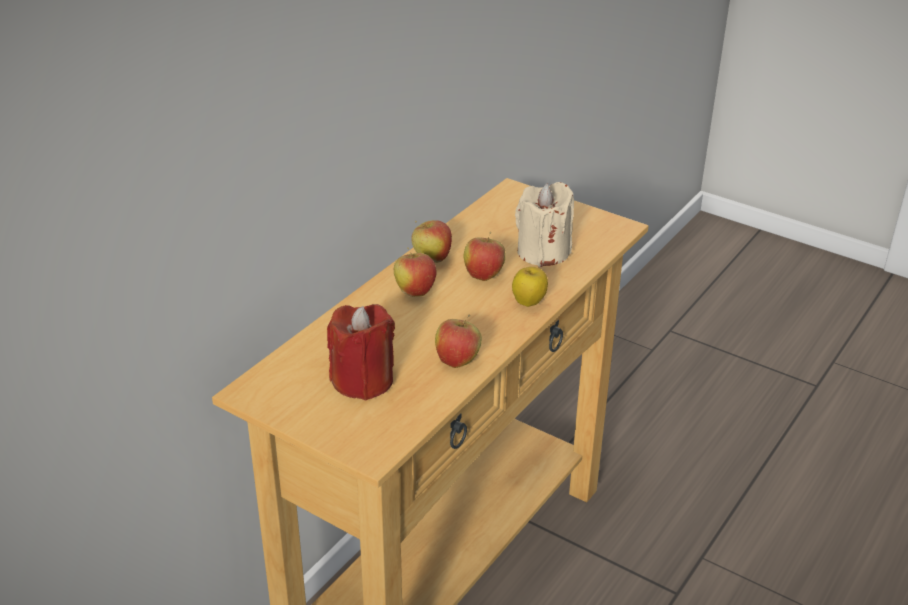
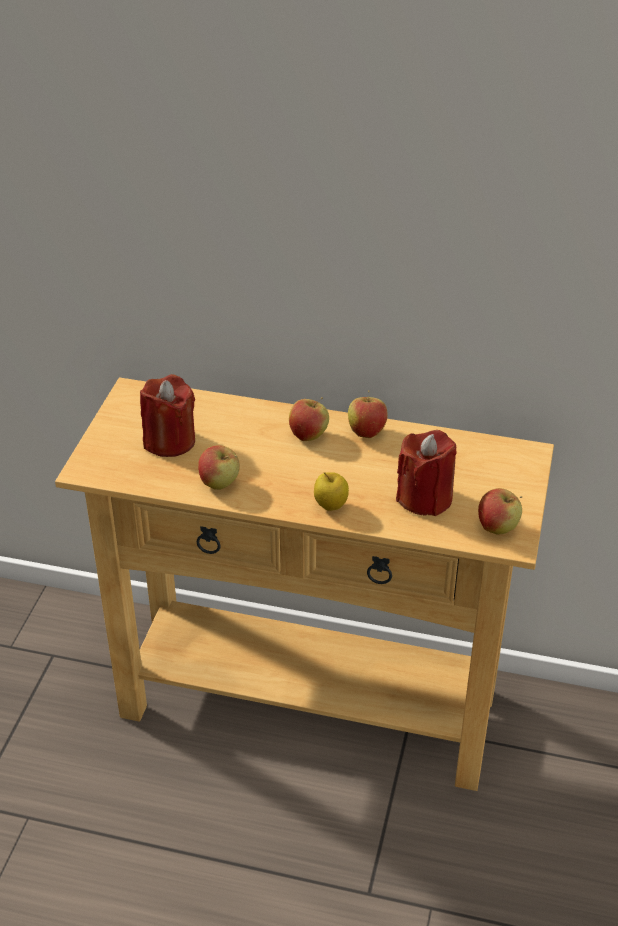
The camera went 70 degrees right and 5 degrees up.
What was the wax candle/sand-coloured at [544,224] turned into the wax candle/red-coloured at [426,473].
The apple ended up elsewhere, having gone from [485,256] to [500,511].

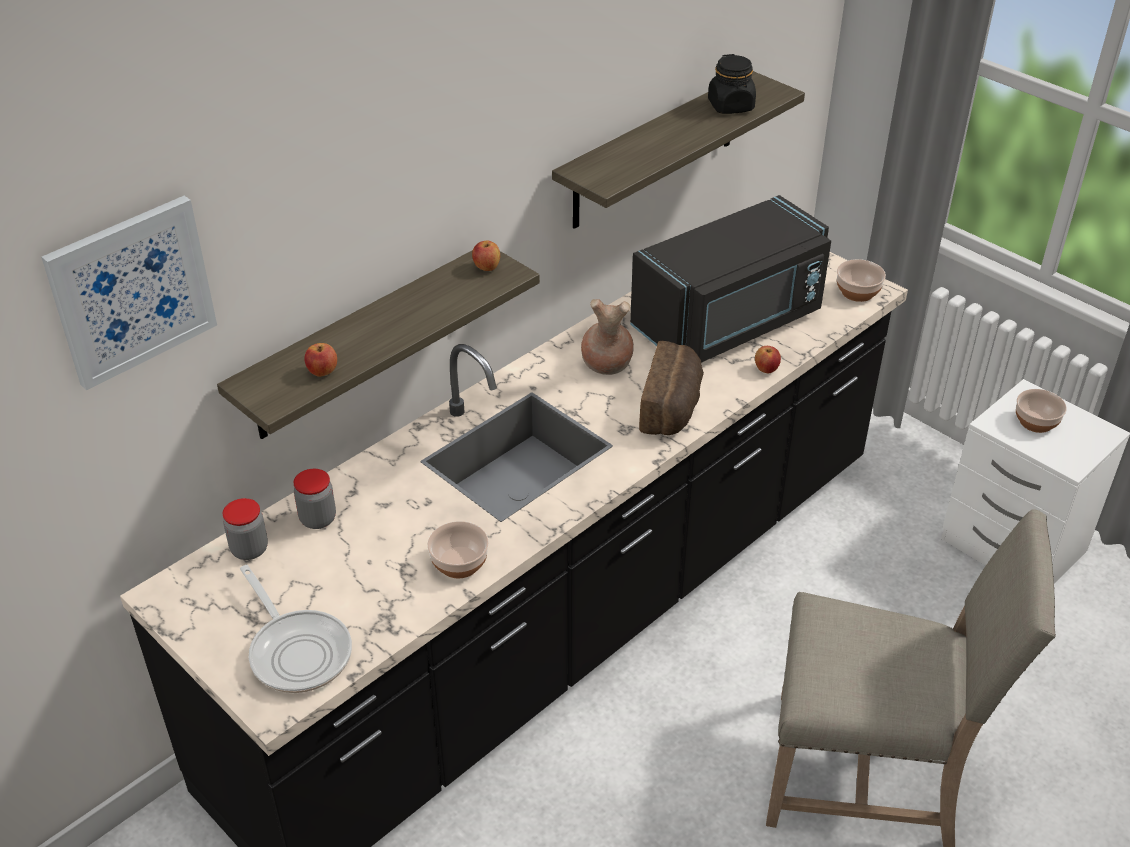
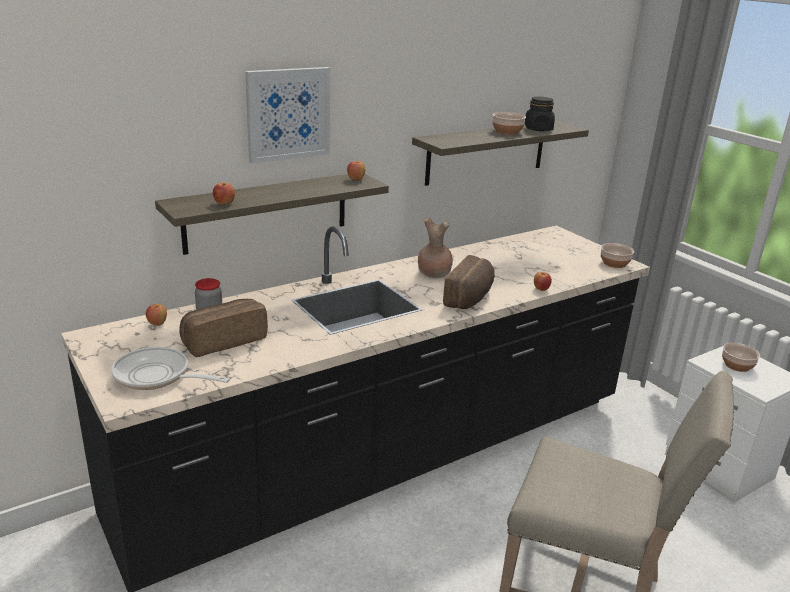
The camera went 10 degrees right and 15 degrees down.
The second view lost the microwave/black-coloured at [730,279].
The wall picture ended up elsewhere, having gone from [129,293] to [287,115].
Where the preserve jar stood at [245,529], the apple came to stand at [156,315].
The bowl ended up elsewhere, having gone from [458,549] to [509,123].
The pan at [296,629] ended up facing another way, 135 degrees clockwise from before.
The second view gained the baked bread at [224,328].

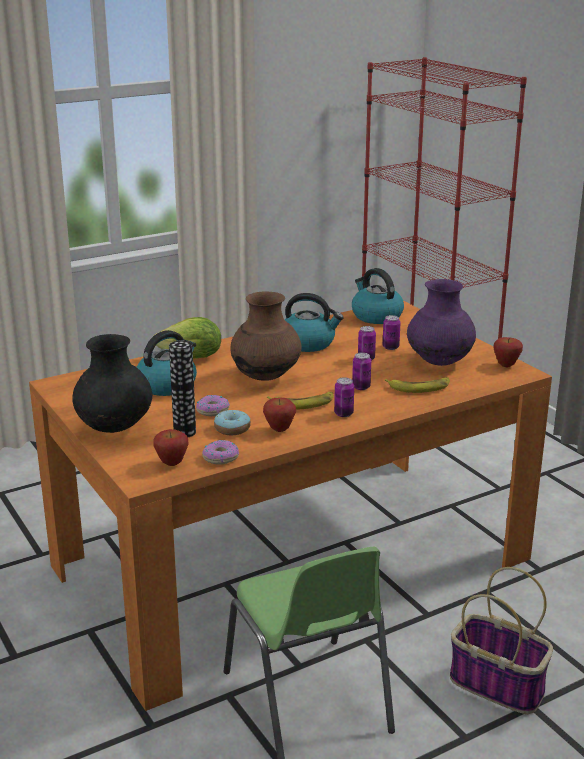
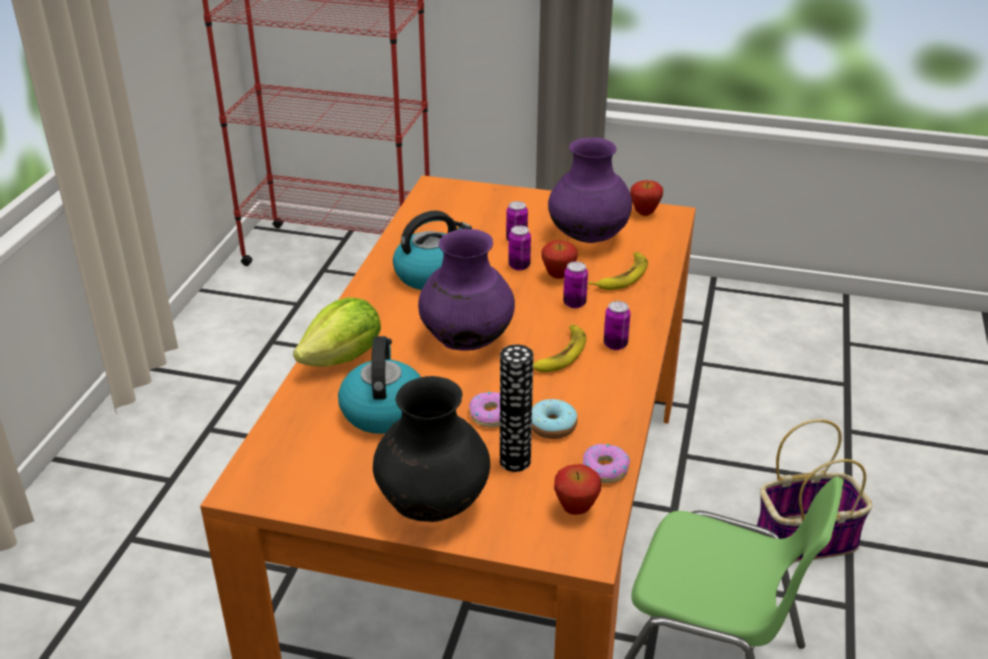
The camera went 45 degrees left and 10 degrees up.
The second view lost the water kettle at [378,296].
What was the vase/brown at [266,336] turned into the vase/purple-coloured at [466,290].
The apple ended up elsewhere, having gone from [279,415] to [559,259].

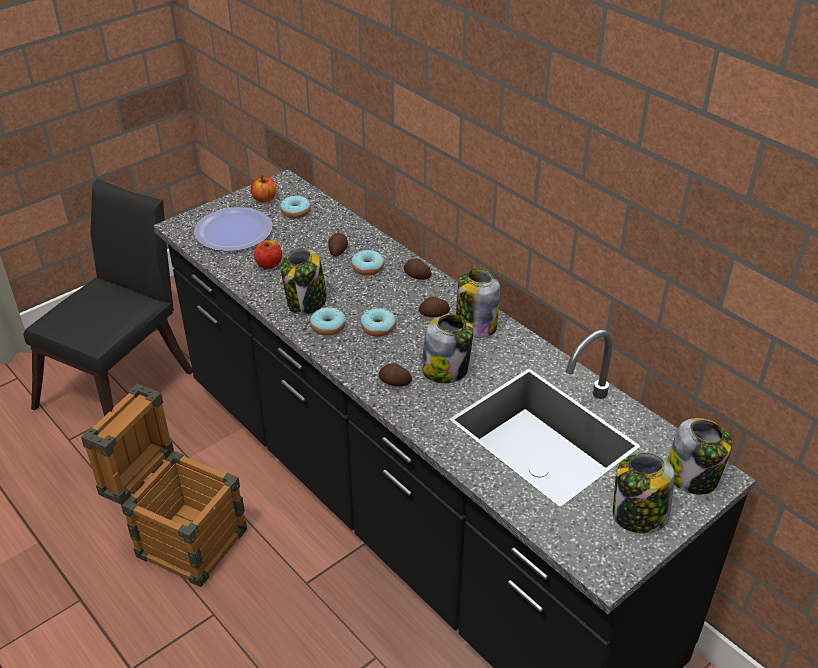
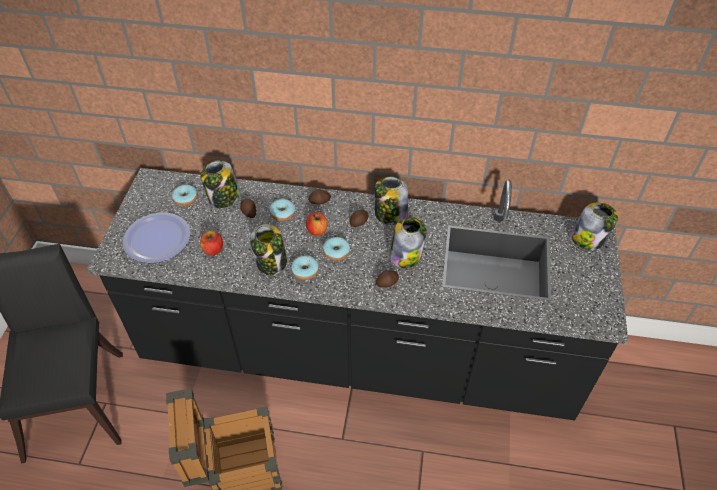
The camera went 40 degrees left and 10 degrees up.
The apple ended up elsewhere, having gone from [263,189] to [317,224].
The preserve jar ended up elsewhere, having gone from [644,493] to [220,184].

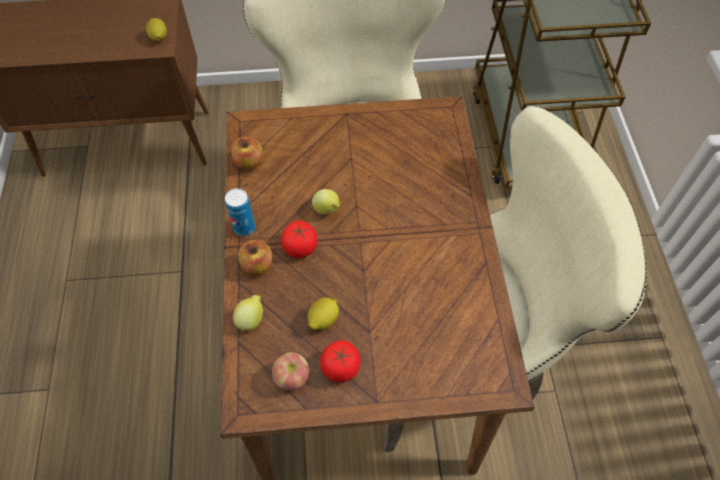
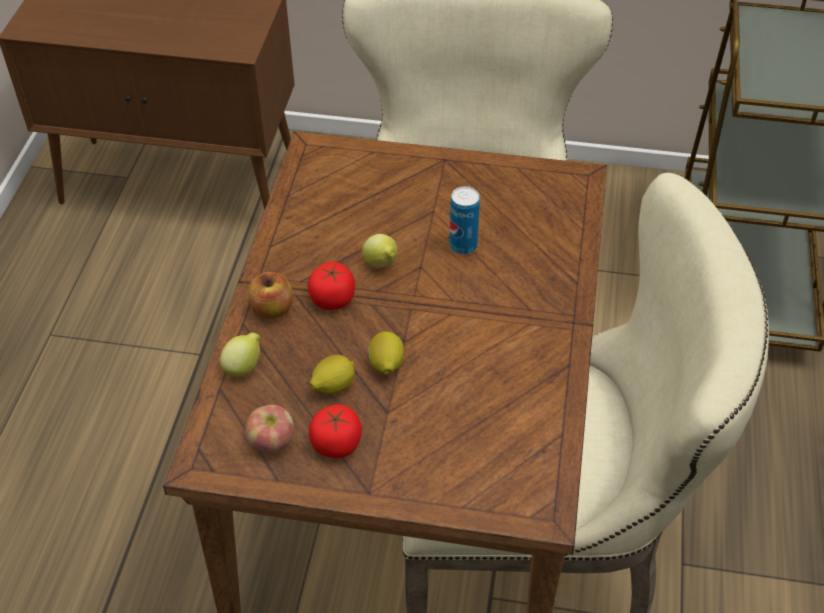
The camera went 15 degrees right and 10 degrees down.
The lemon ended up elsewhere, having gone from [156,29] to [386,353].
The second view lost the apple at [247,153].
The metal can ended up elsewhere, having gone from [240,212] to [464,220].

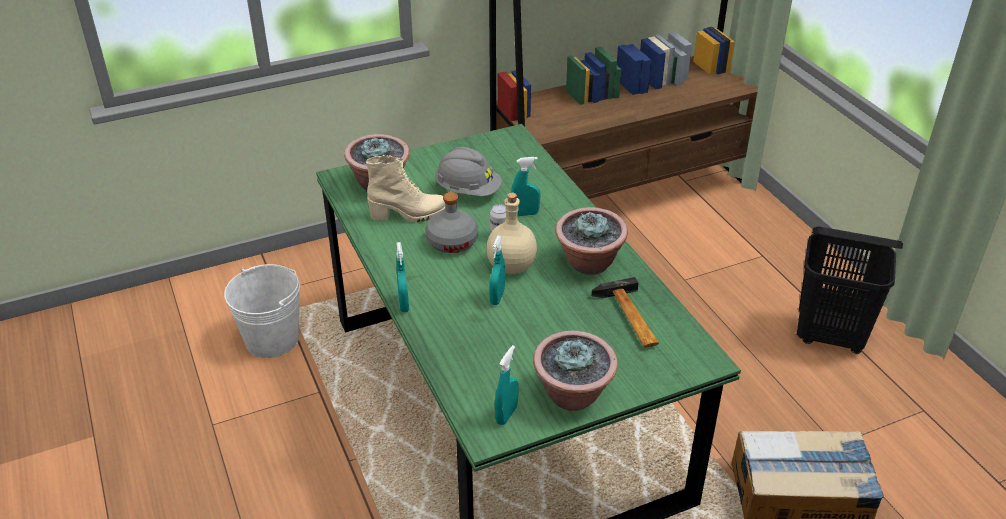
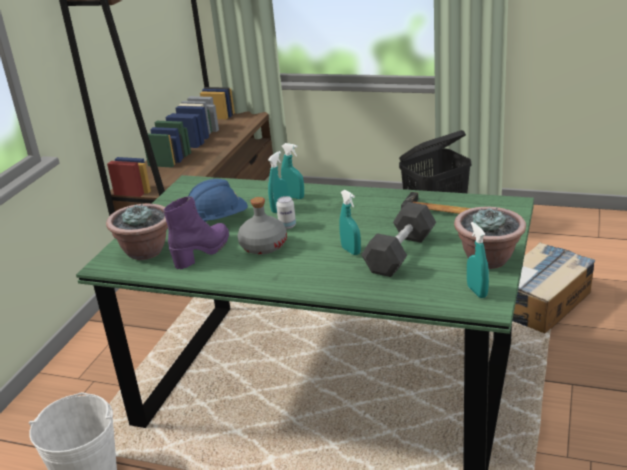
The camera went 45 degrees left and 10 degrees down.
What was the hard hat/greyish at [468,171] turned into the hard hat/blue-coloured at [218,200].
What was the boot/sand-coloured at [405,188] turned into the boot/purple-coloured at [196,232].
The second view lost the bottle/sand-coloured at [511,233].
The second view lost the potted plant at [592,241].
The sprayer/turquoise-coloured ended up elsewhere, having gone from [402,277] to [292,171].
The second view gained the free weight/black-coloured at [399,239].

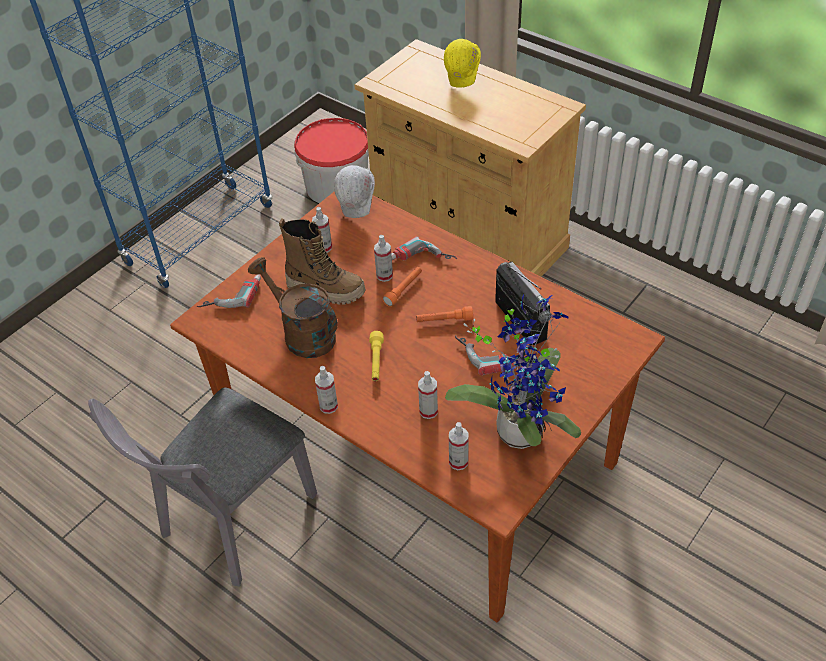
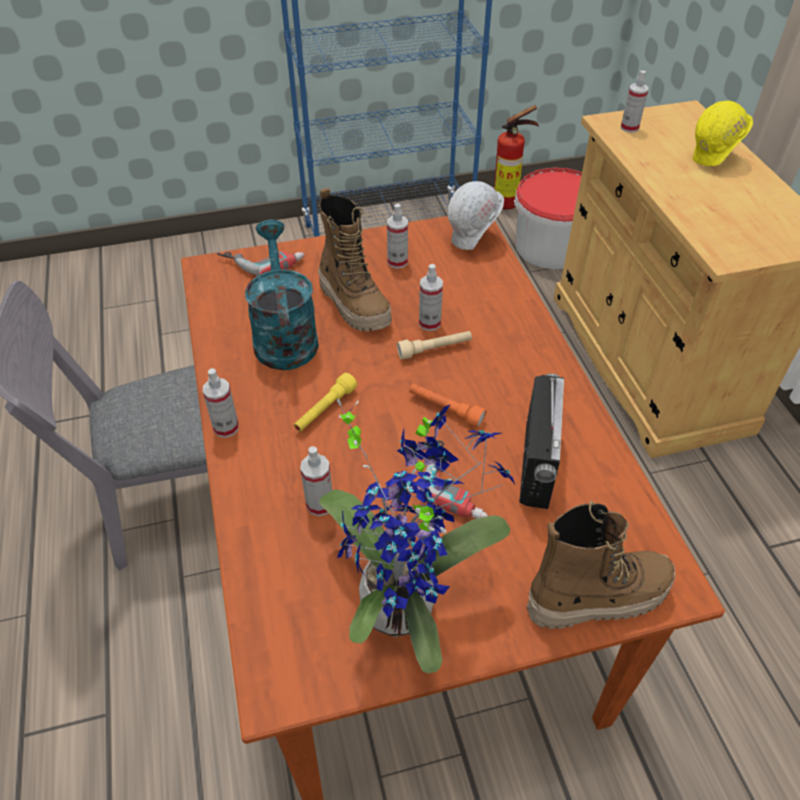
The camera went 35 degrees right and 0 degrees up.
The second view lost the drill at [424,248].
What was the watering pot/brown at [293,307] turned into the watering pot/turquoise-coloured at [282,295].
What was the hand torch/orange-coloured at [402,287] turned into the hand torch/sand-coloured at [434,345].
The sprayer ended up elsewhere, having gone from [459,446] to [635,102].
The second view gained the fire extinguisher at [516,157].
The second view gained the boot at [601,565].

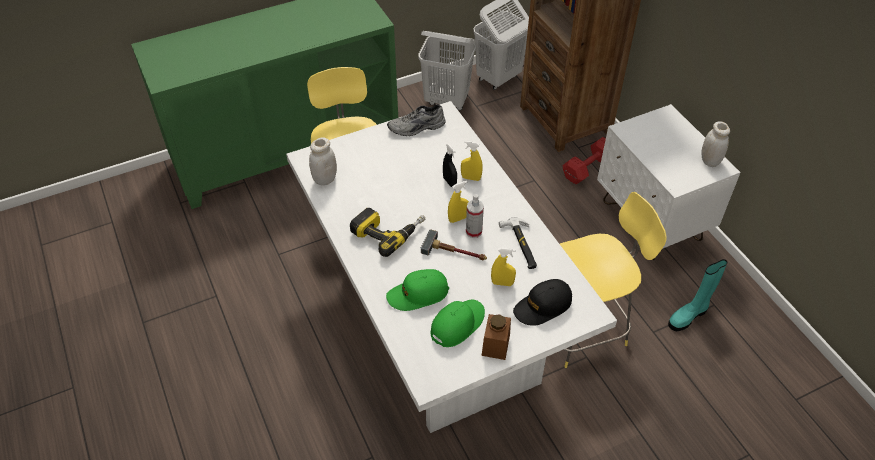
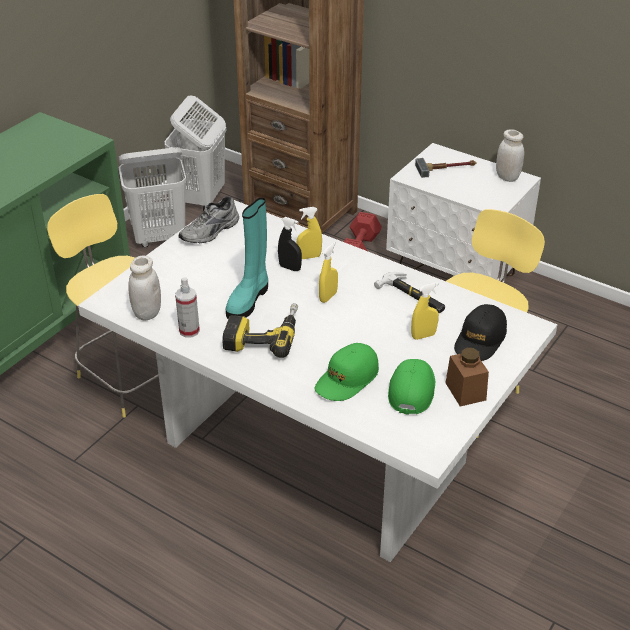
The camera went 30 degrees left and 10 degrees down.
The sprayer ended up elsewhere, having gone from [475,216] to [187,307].
The hammer ended up elsewhere, having gone from [454,245] to [446,168].
The boot/turquoise-coloured ended up elsewhere, having gone from [698,295] to [247,258].

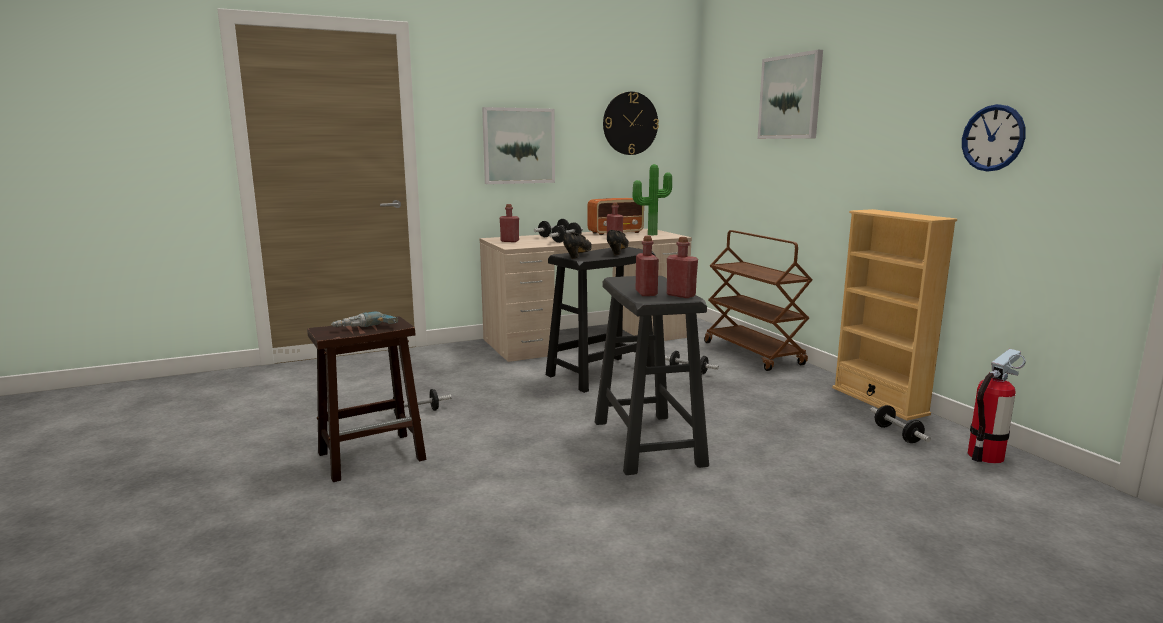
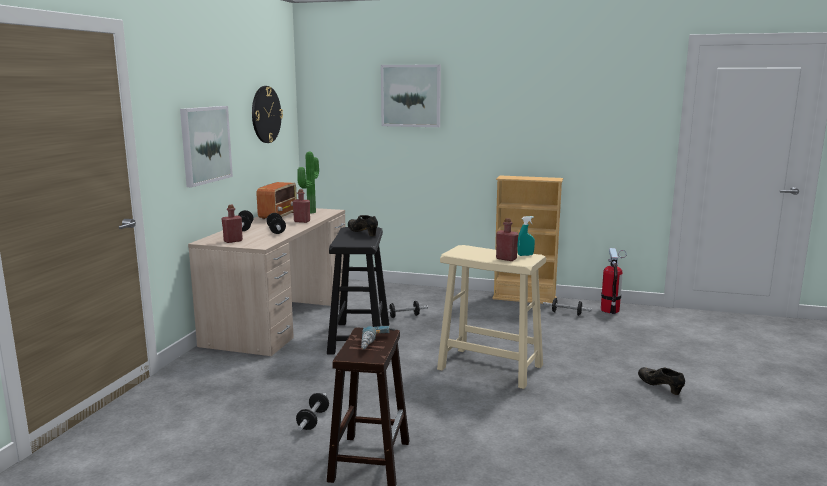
The camera went 50 degrees left and 0 degrees up.
The second view lost the wall clock at [994,137].
The second view lost the cart/brown at [758,300].
The item of footwear/black-coloured ended up elsewhere, having gone from [577,245] to [661,381].
Where the bottle/red-coloured stood at [682,267], the sprayer/turquoise-coloured came to stand at [526,236].
What was the sitting stool/black-coloured at [652,375] turned into the sitting stool/sand-coloured at [491,317].

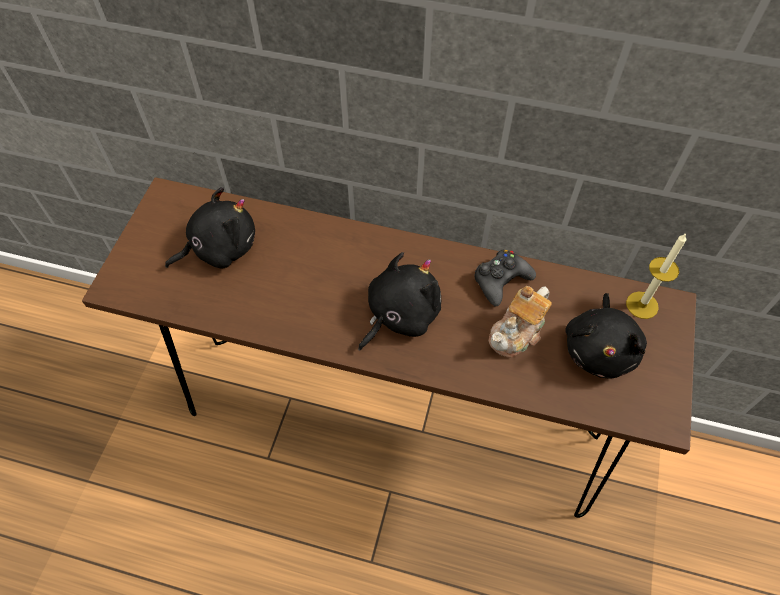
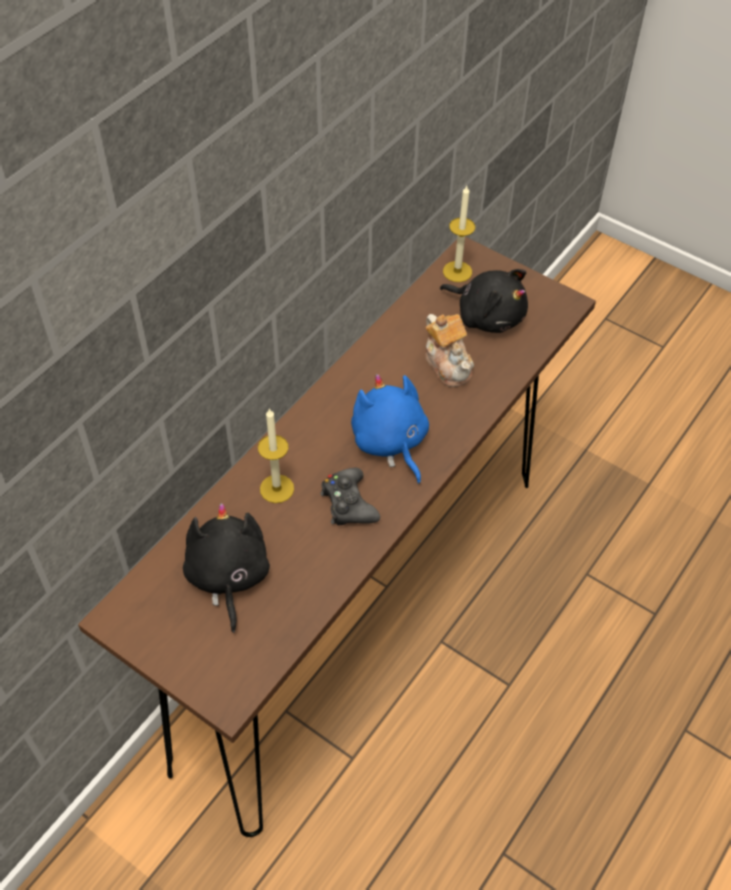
The camera went 70 degrees left and 5 degrees down.
The gamepad/black-coloured ended up elsewhere, having gone from [505,278] to [350,496].
What was the cuddly toy/black-coloured at [399,301] turned into the cuddly toy/blue-coloured at [390,429].
The second view gained the wax candle at [276,455].

